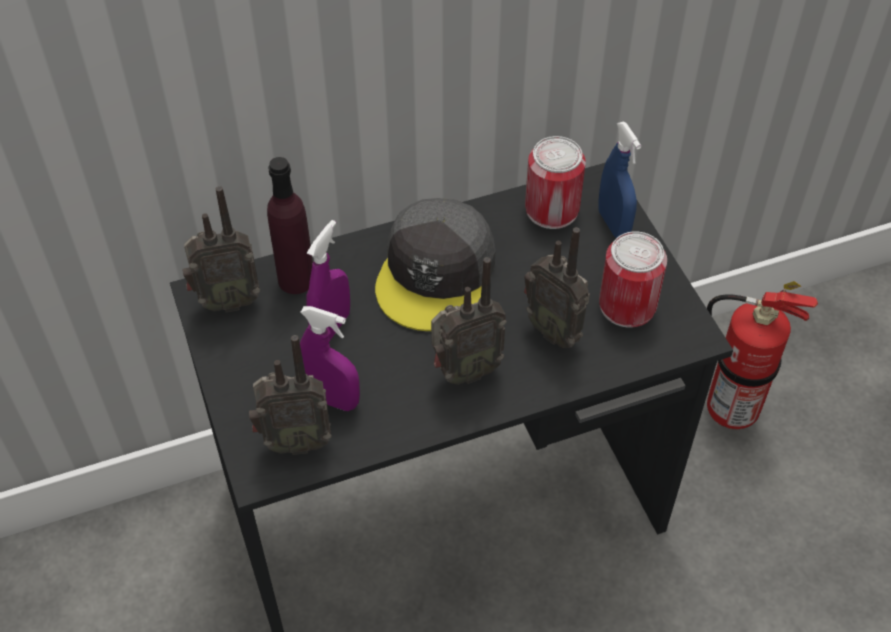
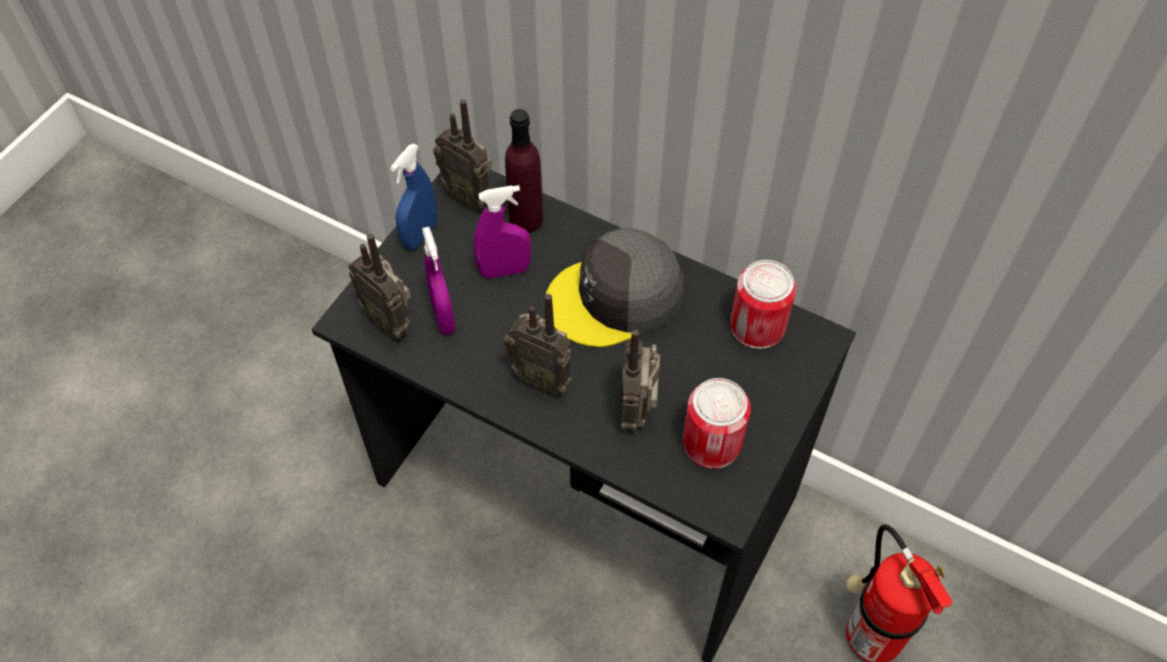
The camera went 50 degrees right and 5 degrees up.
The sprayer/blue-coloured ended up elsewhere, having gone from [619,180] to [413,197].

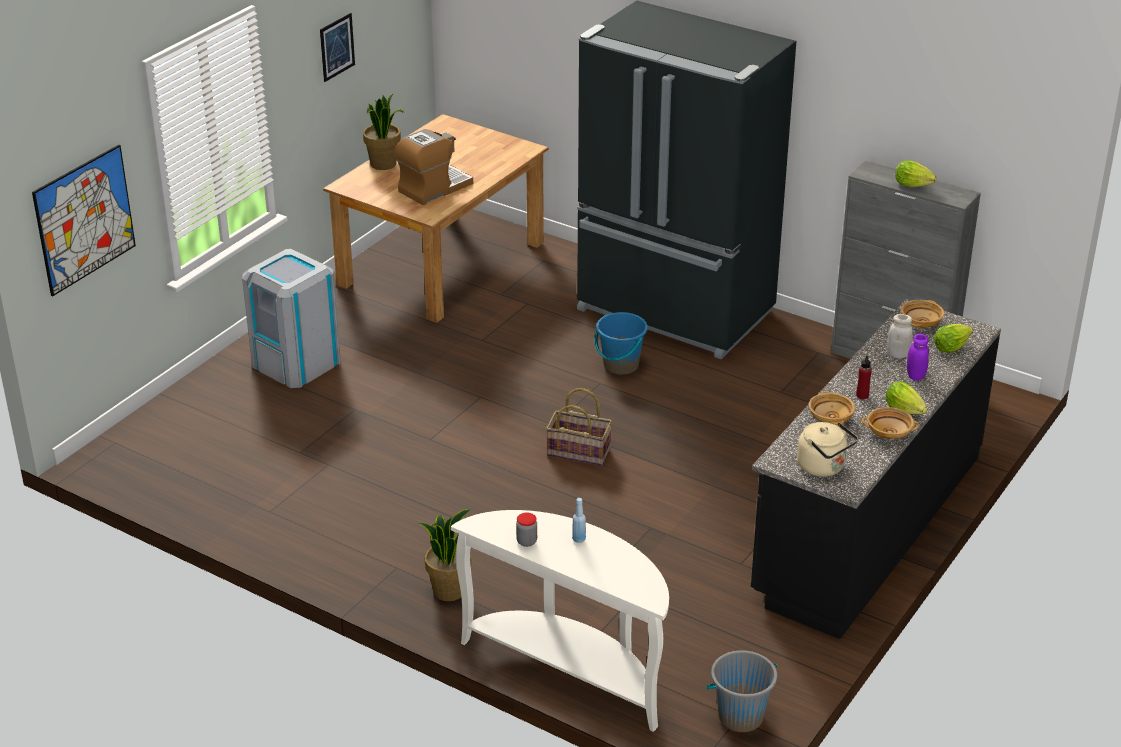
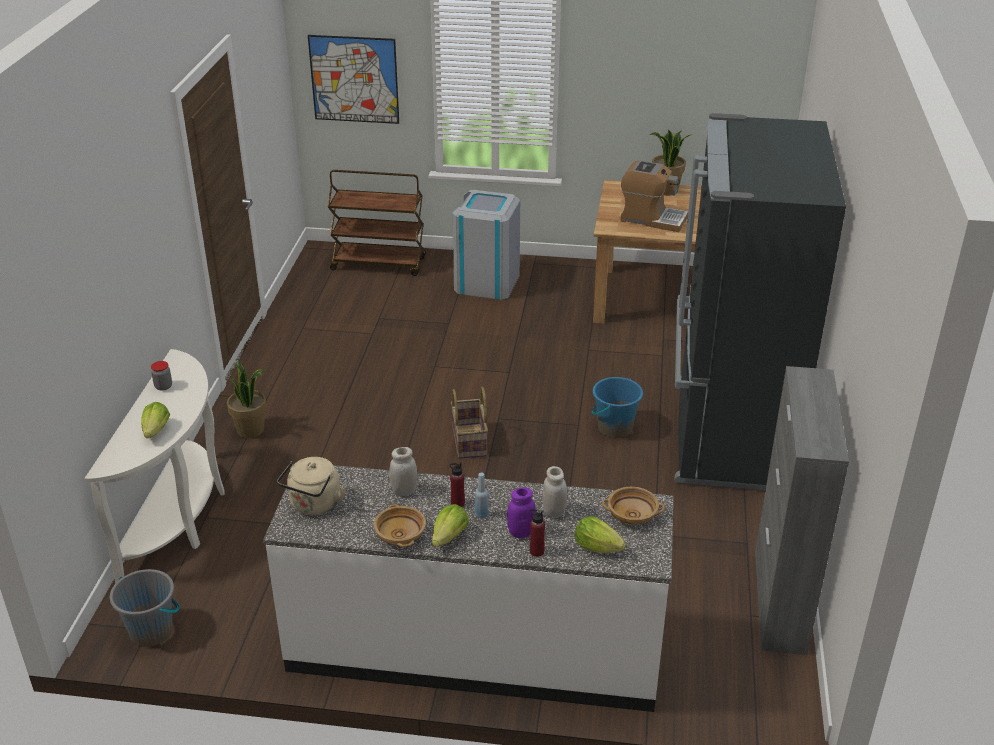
The camera went 65 degrees right and 0 degrees up.
The second view lost the wall picture at [337,47].
The lettuce head ended up elsewhere, having gone from [916,173] to [155,420].
What was the kitchen counter/black-coloured at [876,469] turned into the kitchen counter/white-coloured at [468,588].
Where the bowl/sand-coloured stood at [832,408], the preserve jar/white-coloured came to stand at [403,471].
The bottle/blue-coloured ended up elsewhere, having gone from [579,520] to [482,496].
The second view gained the cart/brown at [376,223].
The second view gained the bottle/red-coloured at [537,533].

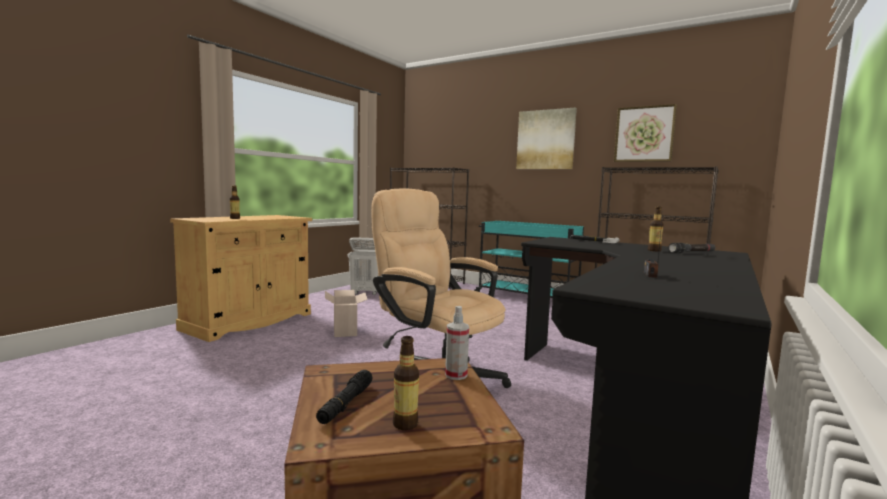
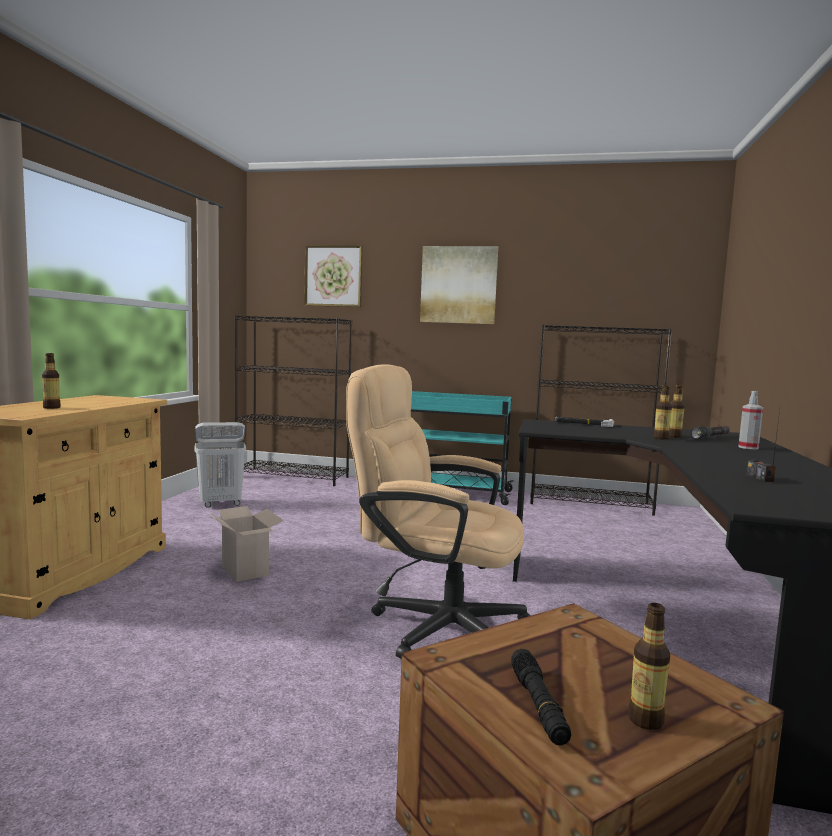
The camera went 20 degrees left and 0 degrees up.
The wall picture ended up elsewhere, having gone from [645,133] to [333,276].
The sprayer ended up elsewhere, having gone from [457,343] to [750,420].
The second view gained the bottle at [662,412].

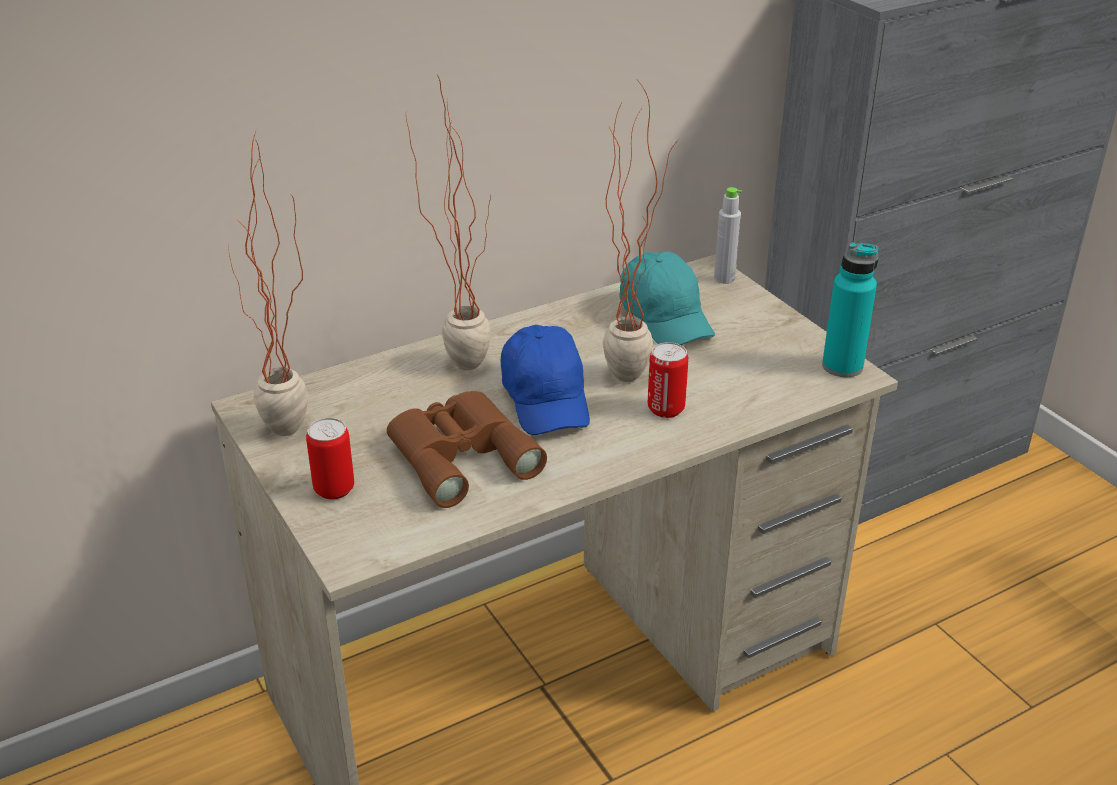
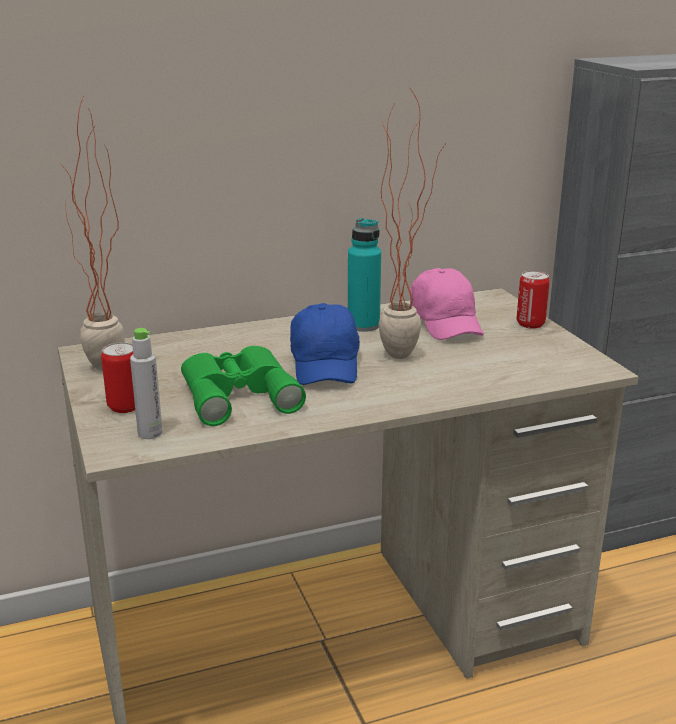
The camera went 10 degrees right and 10 degrees down.
The second view lost the potted plant at [448,222].
The bottle/greyish ended up elsewhere, having gone from [728,235] to [146,383].
The bottle/turquoise-coloured ended up elsewhere, having gone from [850,309] to [364,275].
What was the peaked cap/turquoise-coloured at [667,298] turned into the peaked cap/pink-coloured at [447,304].
The metal can ended up elsewhere, having gone from [668,380] to [533,300].
What was the binoculars/brown at [467,449] turned into the binoculars/greenish at [243,386].

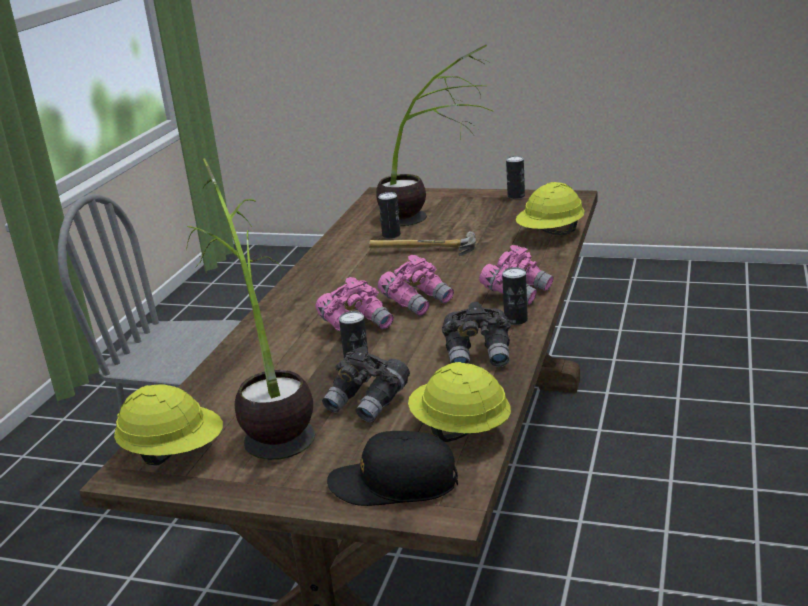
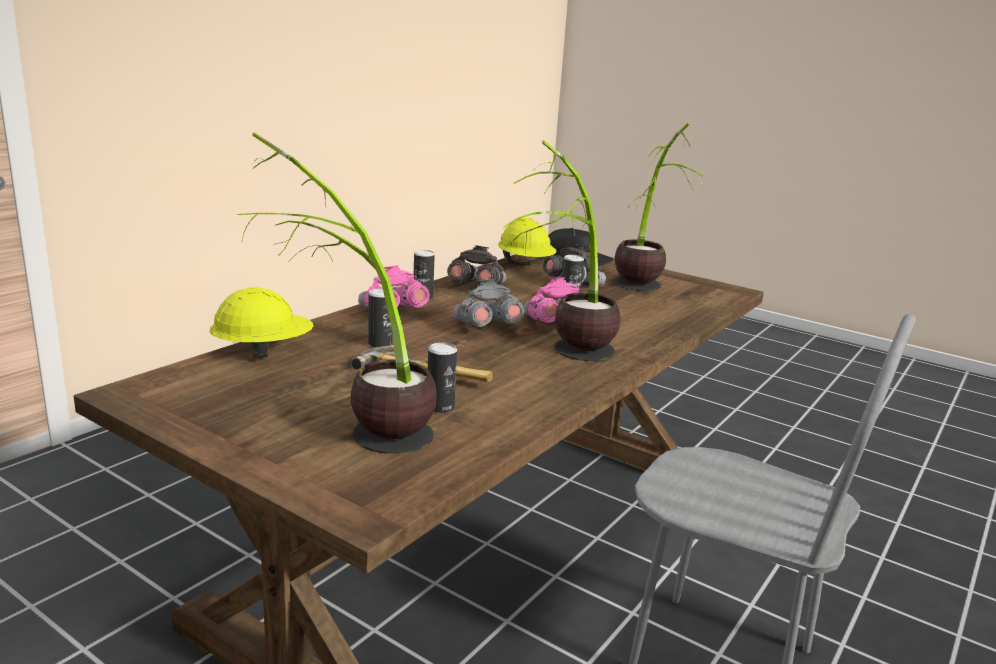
The camera went 165 degrees left and 5 degrees down.
The metal can ended up elsewhere, having gone from [515,177] to [380,318].
What was the binoculars/pink-coloured at [416,285] turned into the binoculars/greyish at [488,303].
The second view lost the hard hat/yellow-coloured at [168,425].
The second view gained the potted plant at [562,250].

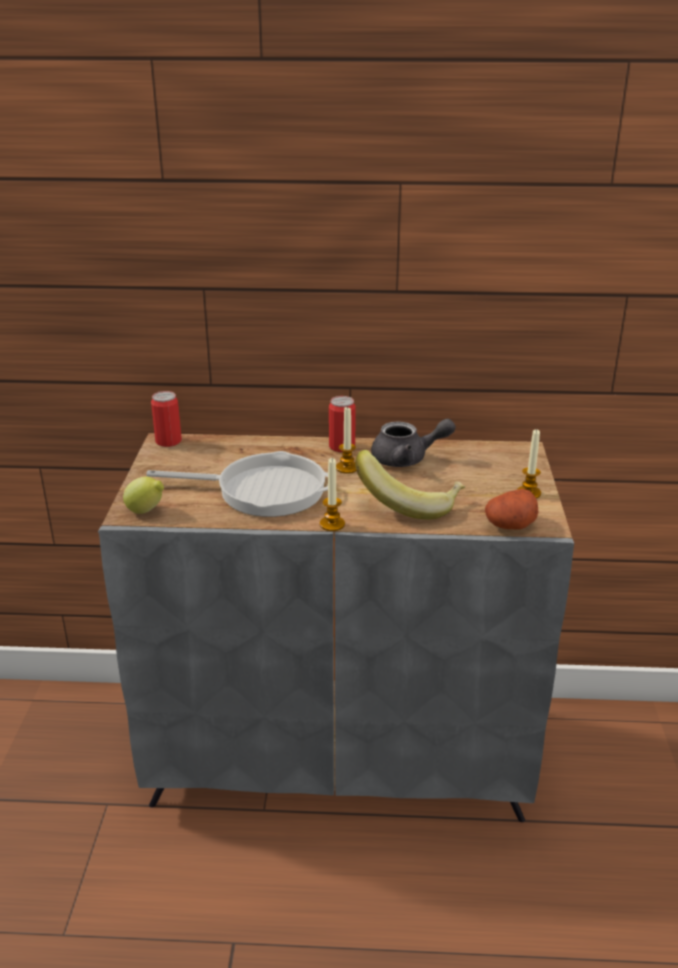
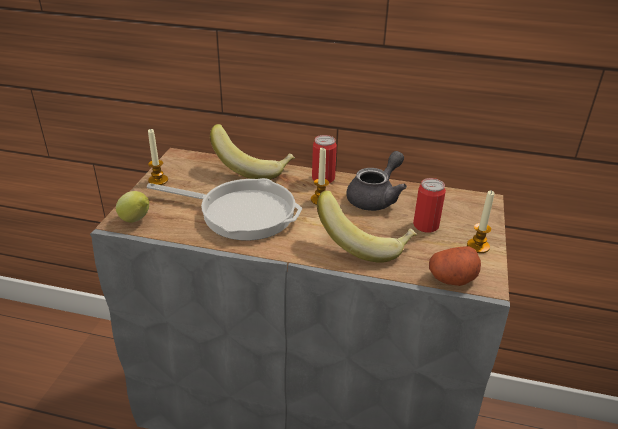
The camera went 10 degrees right and 5 degrees up.
The metal can ended up elsewhere, having gone from [166,419] to [429,205].
The pot for tea/greyish at [413,443] ended up facing another way, 60 degrees counterclockwise from before.
The wax candle ended up elsewhere, having gone from [332,494] to [158,156].
The second view gained the banana at [252,152].

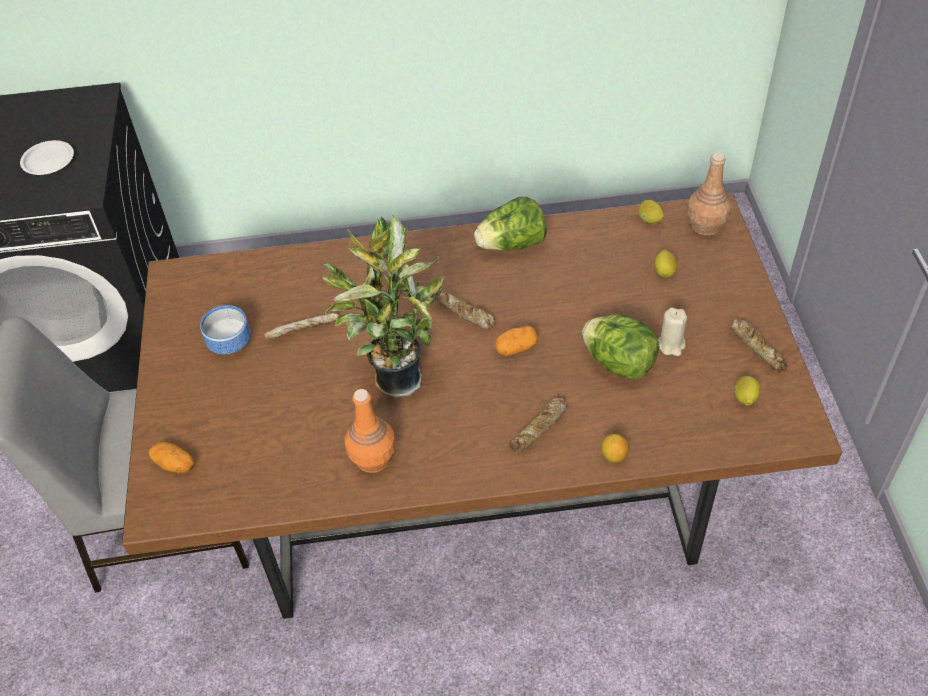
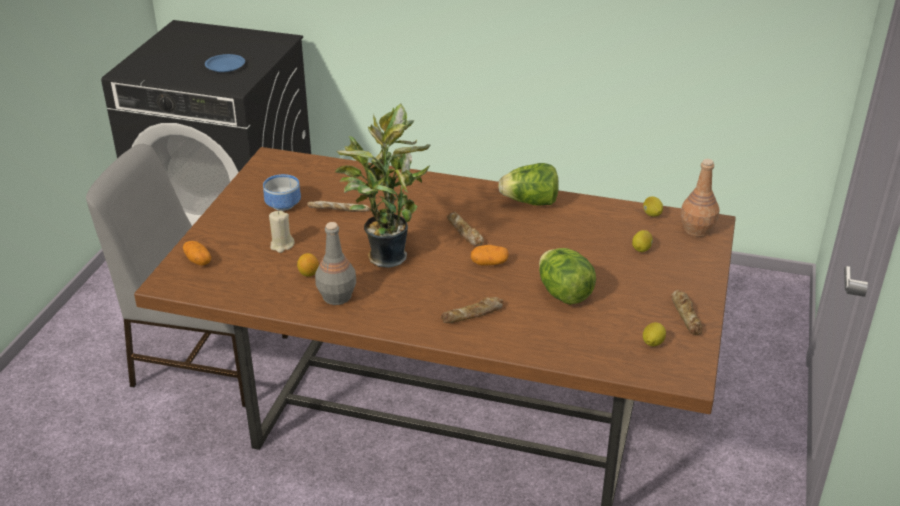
The camera went 20 degrees right and 15 degrees down.
What was the flat dish/white-coloured at [47,157] turned into the flat dish/blue-coloured at [225,63].
The wax candle/sand-coloured ended up elsewhere, having gone from [672,332] to [281,232].
What was the bottle/orange-coloured at [370,431] turned into the bottle/greyish at [335,263].
The lemon ended up elsewhere, having gone from [615,448] to [308,265].

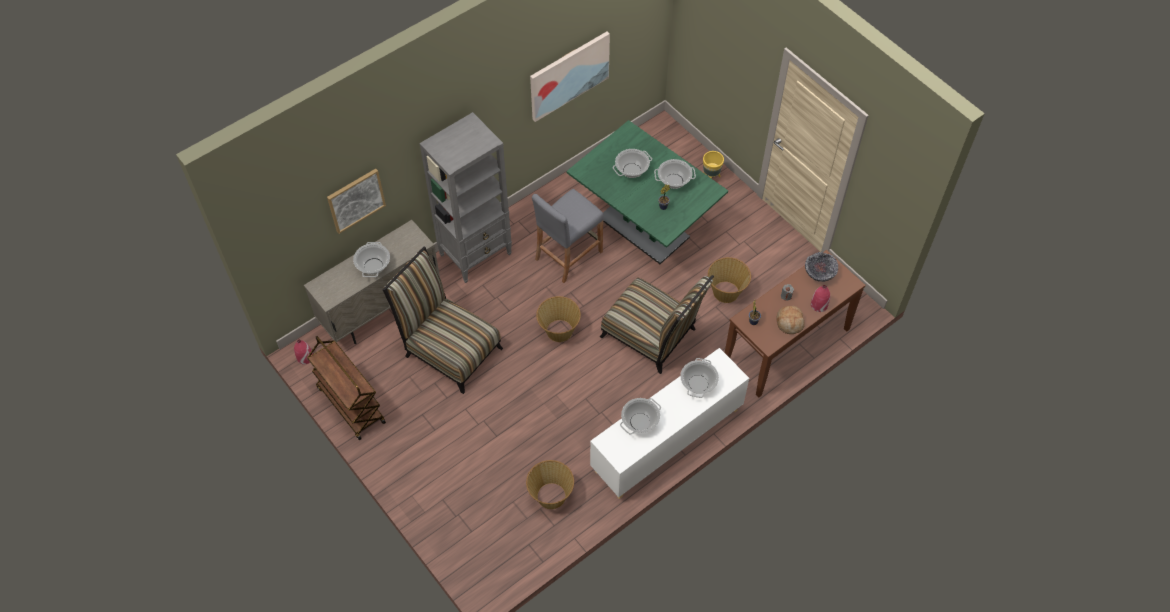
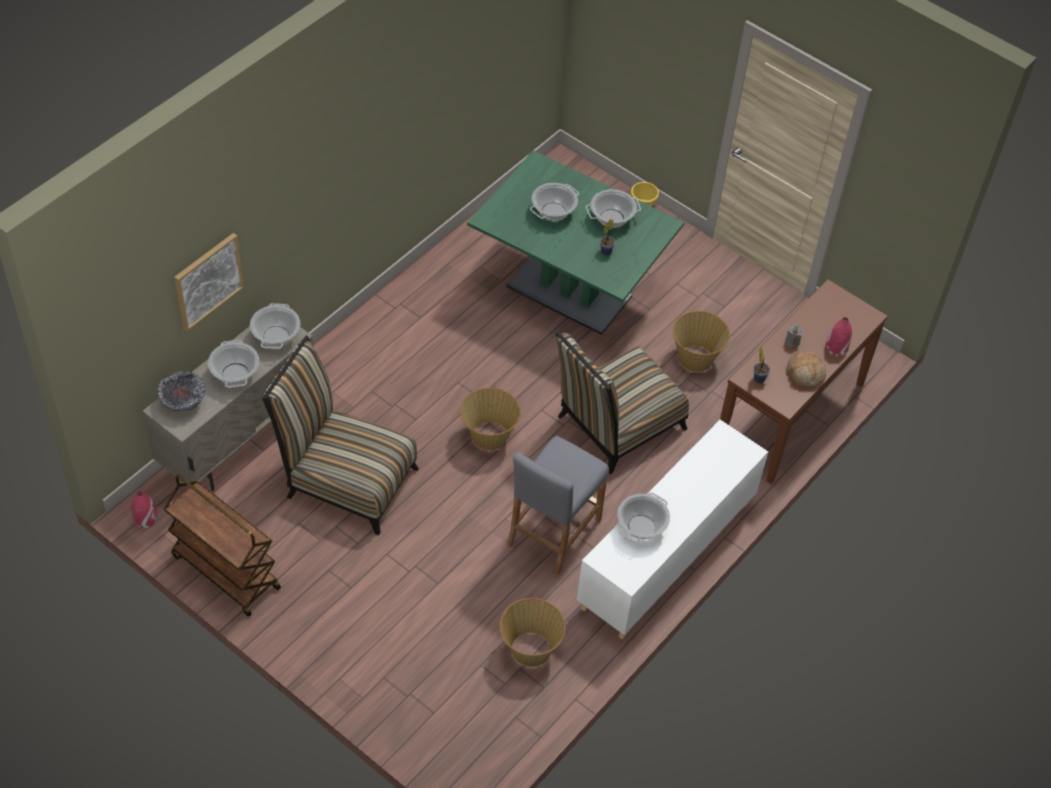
The camera went 15 degrees left and 5 degrees down.
The second view lost the wall picture at [570,77].
The second view lost the shelving unit/greyish at [466,197].
The sitting stool/greyish ended up elsewhere, having gone from [568,236] to [558,505].
The bowl ended up elsewhere, having gone from [821,267] to [181,391].
The plain chair at [657,324] ended up facing another way, 120 degrees clockwise from before.
The cooking pot ended up elsewhere, having gone from [699,378] to [275,326].

